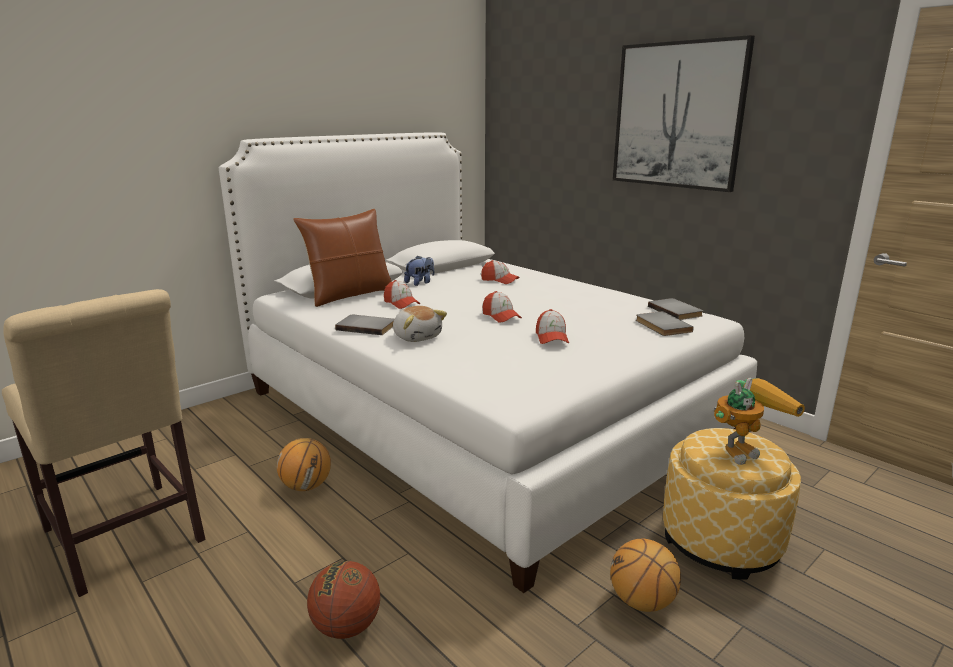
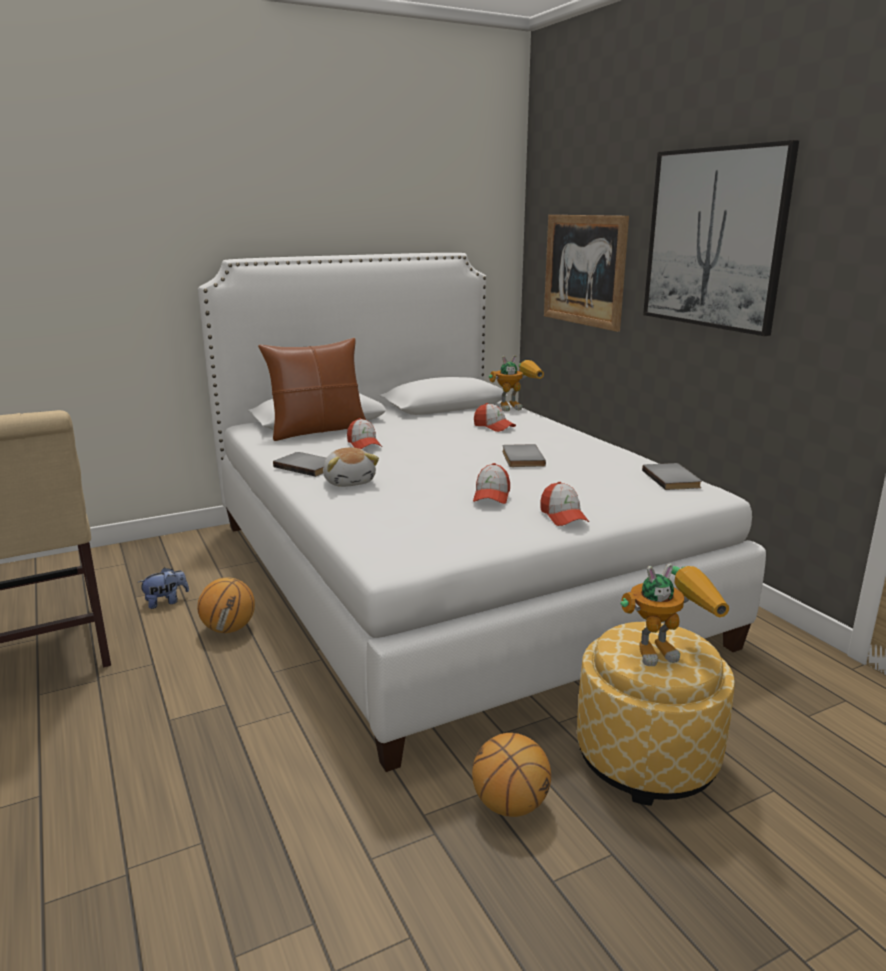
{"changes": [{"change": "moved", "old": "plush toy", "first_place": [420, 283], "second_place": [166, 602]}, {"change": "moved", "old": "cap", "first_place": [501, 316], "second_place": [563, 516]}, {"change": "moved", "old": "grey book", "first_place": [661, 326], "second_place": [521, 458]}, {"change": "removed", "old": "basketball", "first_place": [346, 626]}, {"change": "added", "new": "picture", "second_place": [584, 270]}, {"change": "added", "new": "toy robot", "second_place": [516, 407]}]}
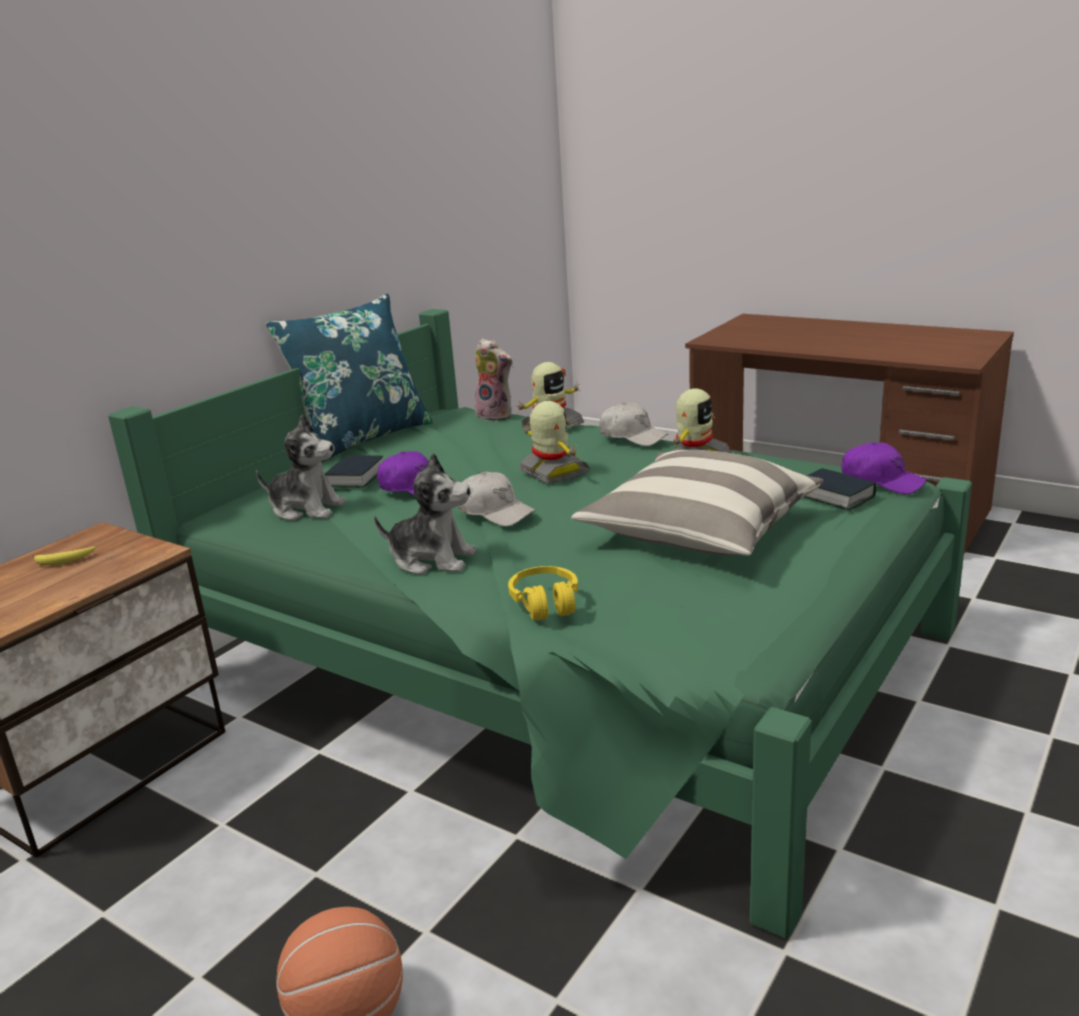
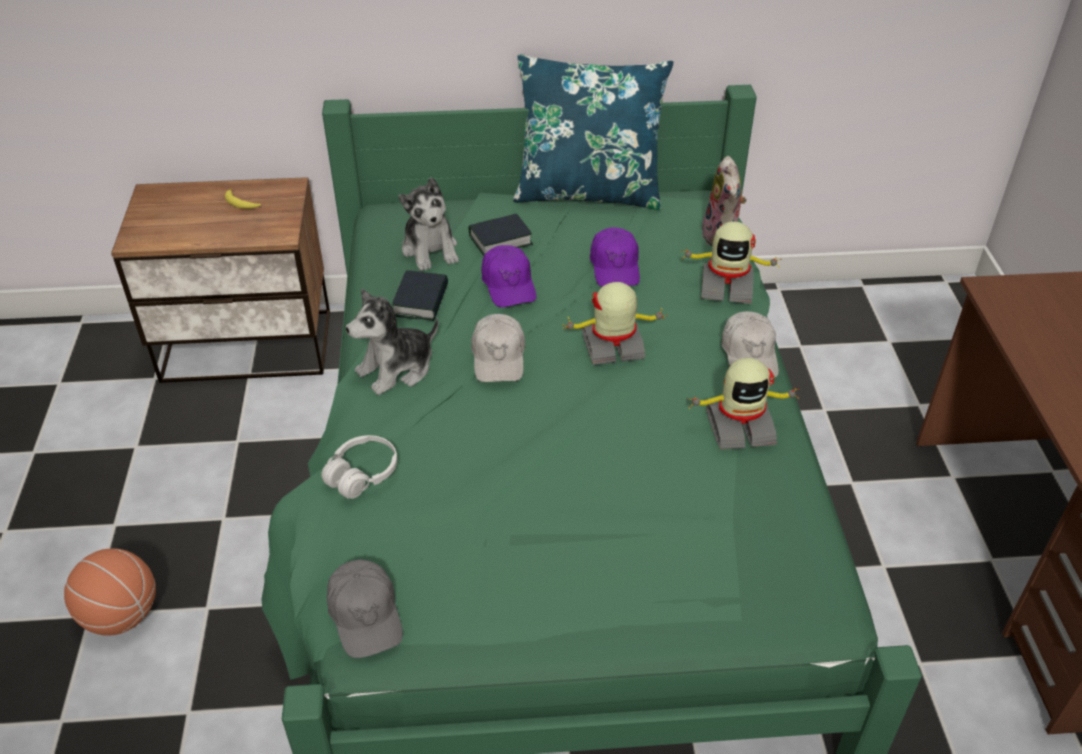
{"changes": [{"change": "turned", "old": "toy robot", "first_place": [553, 472], "second_place": [613, 347], "degrees": -120}, {"change": "moved", "old": "purple cap", "first_place": [881, 481], "second_place": [615, 266]}, {"change": "removed", "old": "pillow", "first_place": [700, 531]}, {"change": "turned", "old": "plush toy", "first_place": [432, 559], "second_place": [396, 369], "degrees": 75}, {"change": "moved", "old": "book", "first_place": [835, 496], "second_place": [421, 301]}, {"change": "recoloured", "old": "yellow headphones", "new": "white headphones", "first_place": [545, 603], "second_place": [362, 474]}, {"change": "added", "new": "grey cap", "second_place": [365, 615]}]}
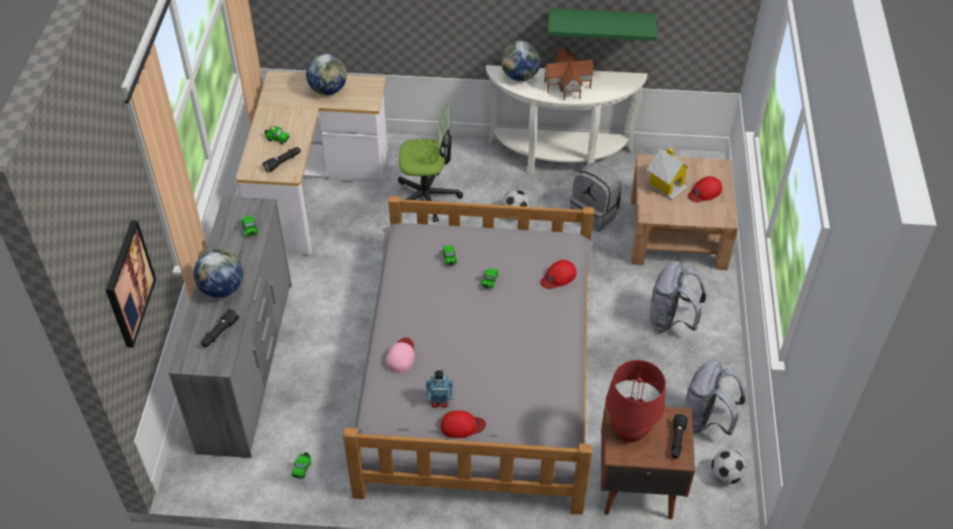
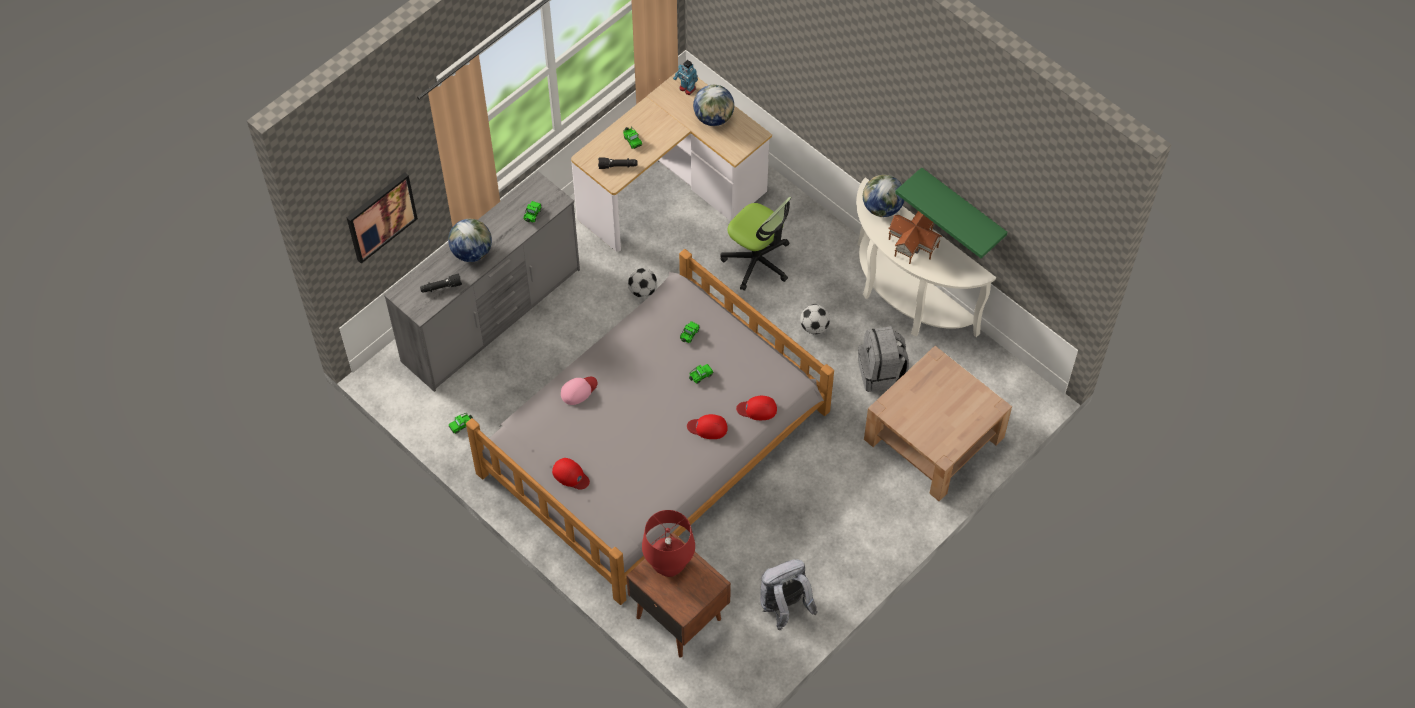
{"changes": [{"change": "removed", "old": "toy house", "first_place": [667, 185]}, {"change": "moved", "old": "red cap", "first_place": [704, 192], "second_place": [708, 428]}, {"change": "removed", "old": "grey backpack", "first_place": [671, 320]}, {"change": "moved", "old": "toy robot", "first_place": [439, 402], "second_place": [687, 88]}, {"change": "removed", "old": "black flashlight", "first_place": [677, 440]}, {"change": "moved", "old": "football", "first_place": [725, 476], "second_place": [642, 291]}]}
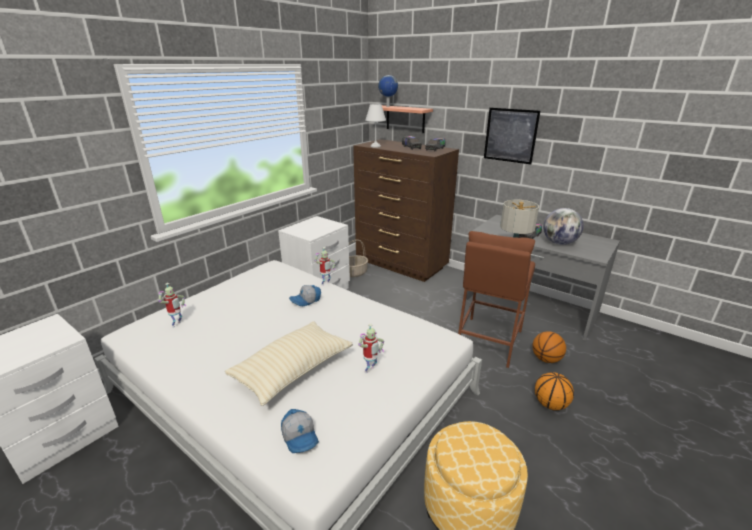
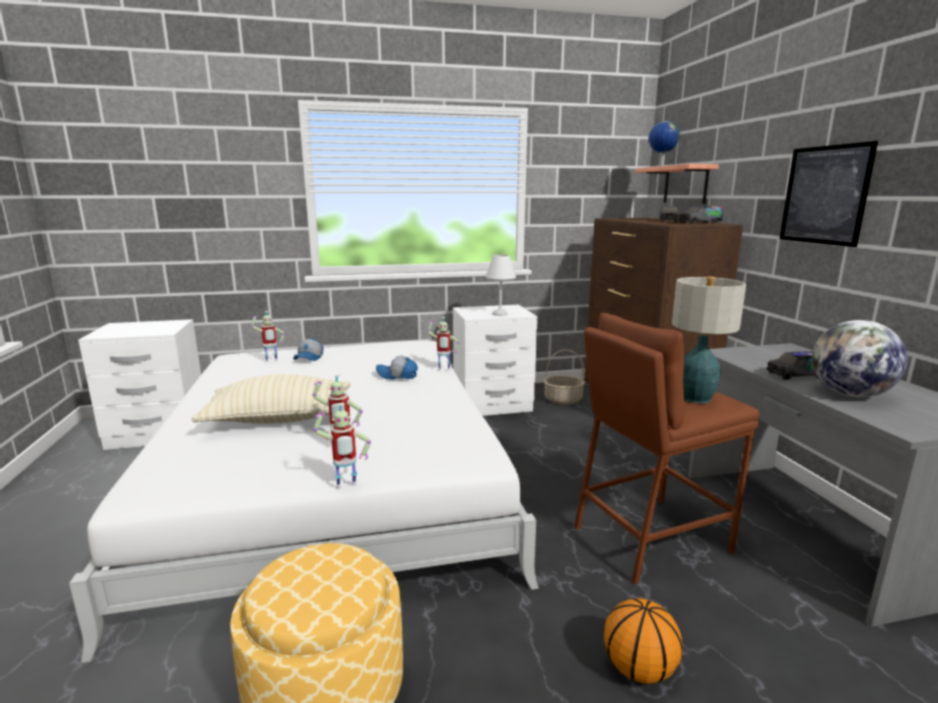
{"changes": [{"change": "moved", "old": "white table lamp", "first_place": [375, 146], "second_place": [500, 314]}, {"change": "removed", "old": "basketball", "first_place": [545, 359]}, {"change": "moved", "old": "cap", "first_place": [300, 436], "second_place": [309, 358]}, {"change": "added", "new": "toy robot", "second_place": [346, 487]}]}
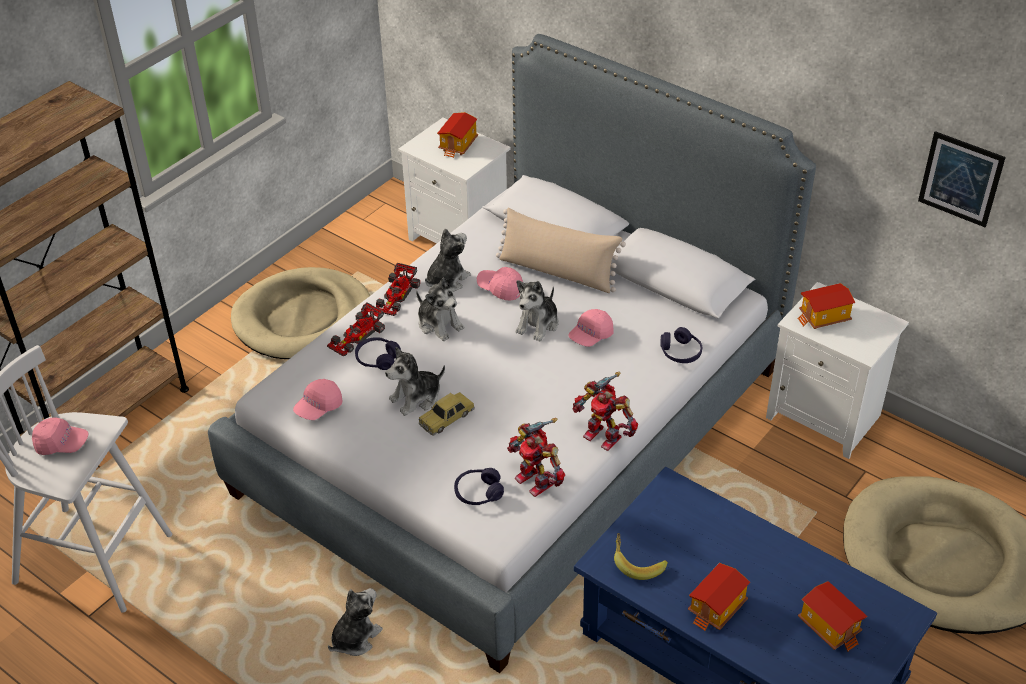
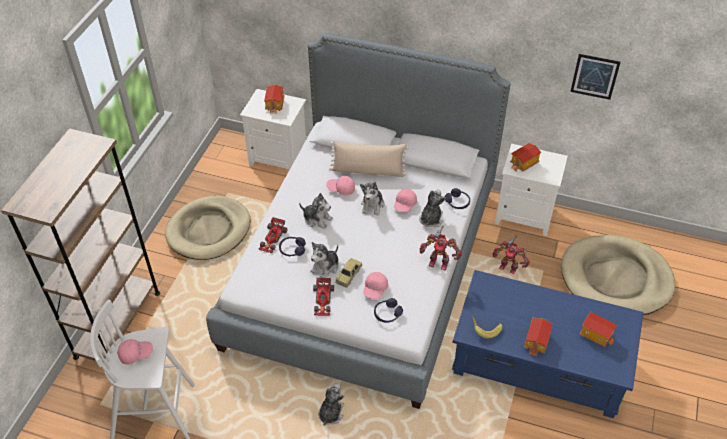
{"changes": [{"change": "moved", "old": "plush toy", "first_place": [446, 280], "second_place": [431, 219]}, {"change": "moved", "old": "toy car", "first_place": [396, 295], "second_place": [323, 300]}, {"change": "moved", "old": "pink cap", "first_place": [318, 407], "second_place": [375, 289]}, {"change": "moved", "old": "toy robot", "first_place": [536, 480], "second_place": [509, 267]}]}
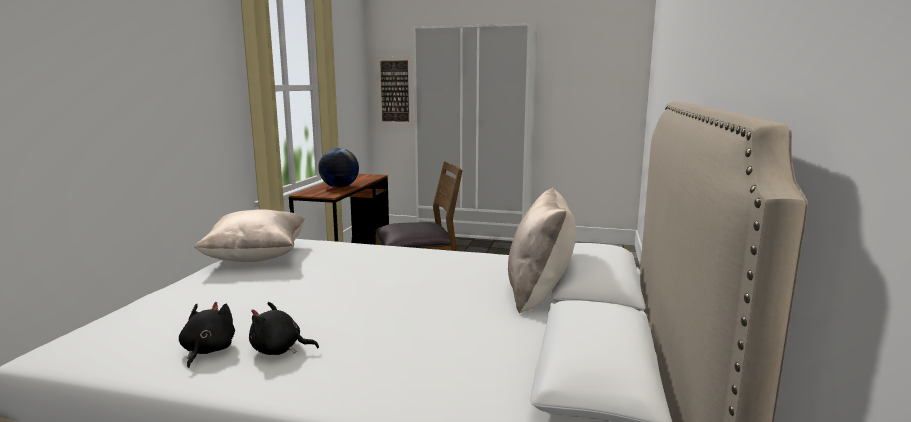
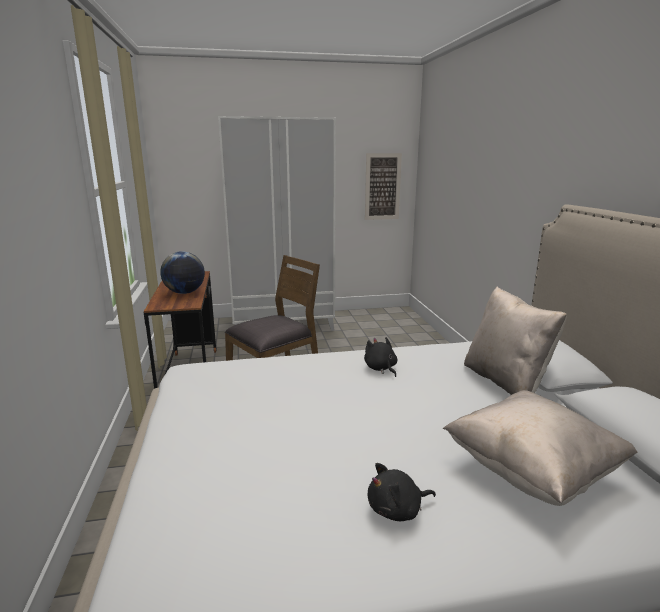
{"changes": [{"change": "moved", "old": "picture", "first_place": [395, 91], "second_place": [382, 186]}, {"change": "moved", "old": "beige pillow", "first_place": [257, 257], "second_place": [532, 471]}, {"change": "moved", "old": "black plush toy", "first_place": [207, 351], "second_place": [381, 368]}]}
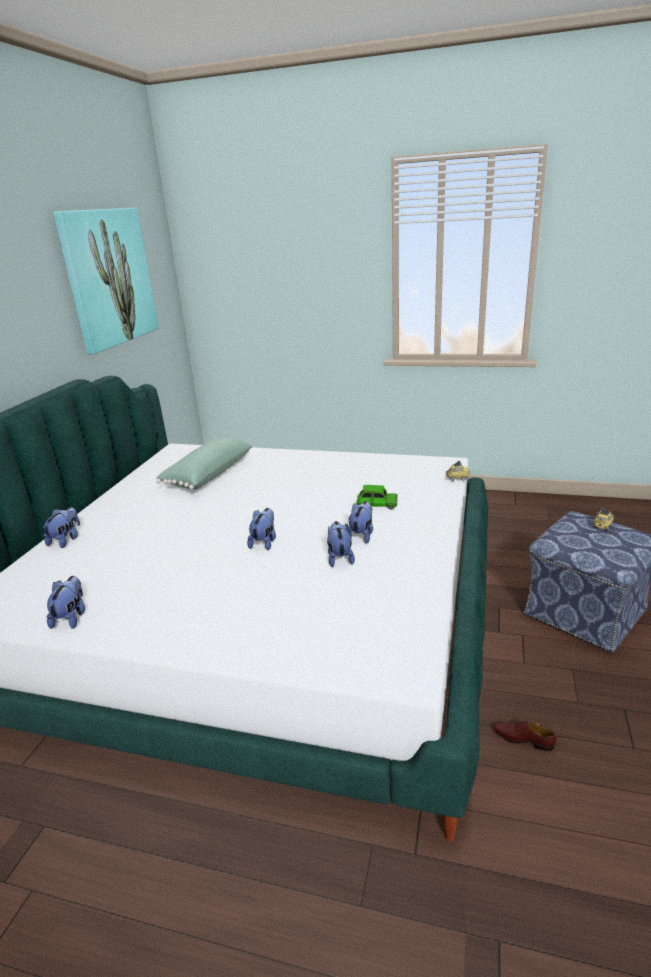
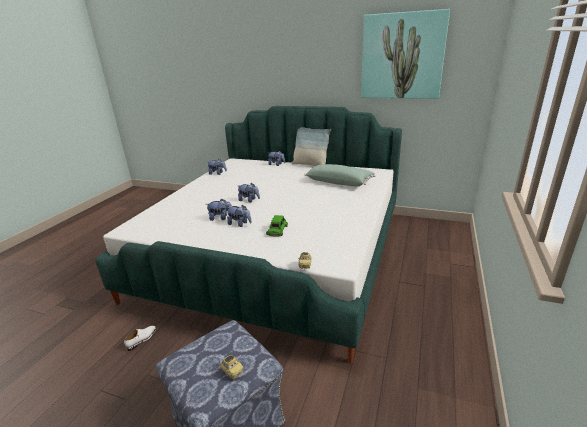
{"changes": [{"change": "recoloured", "old": "brown shoe", "new": "white shoe", "first_place": [523, 739], "second_place": [142, 339]}, {"change": "added", "new": "pillow", "second_place": [310, 165]}]}
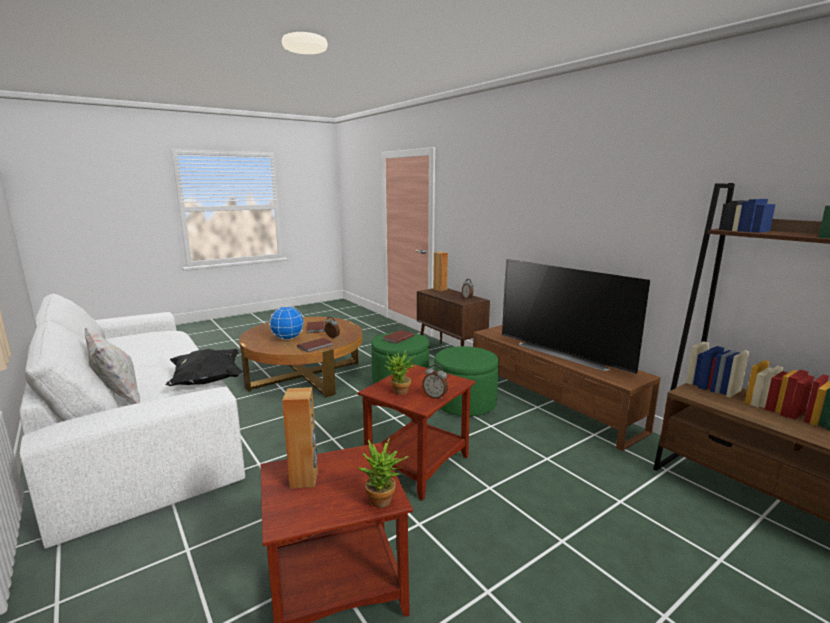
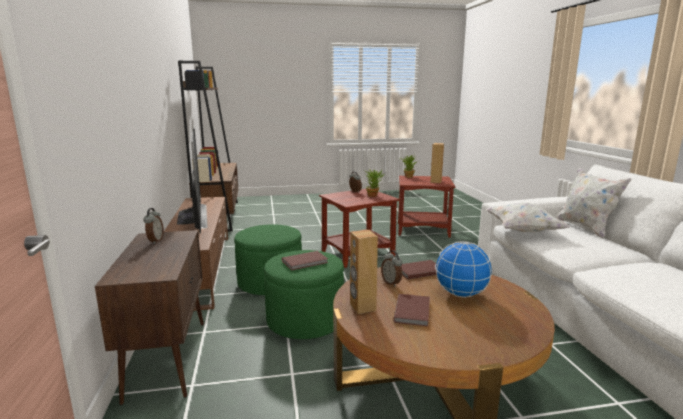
{"changes": [{"change": "moved", "old": "brown speaker", "first_place": [440, 289], "second_place": [362, 307]}, {"change": "recoloured", "old": "black pillow", "new": "white pillow", "first_place": [207, 381], "second_place": [522, 231]}]}
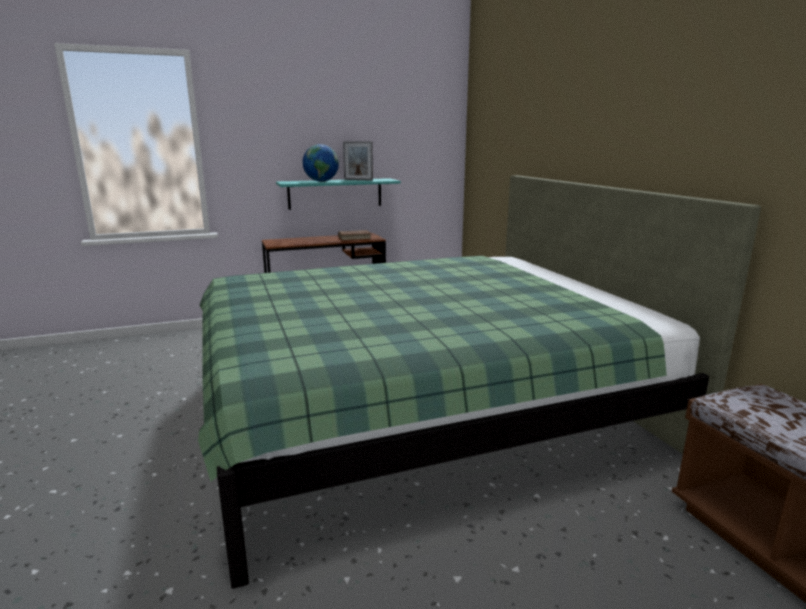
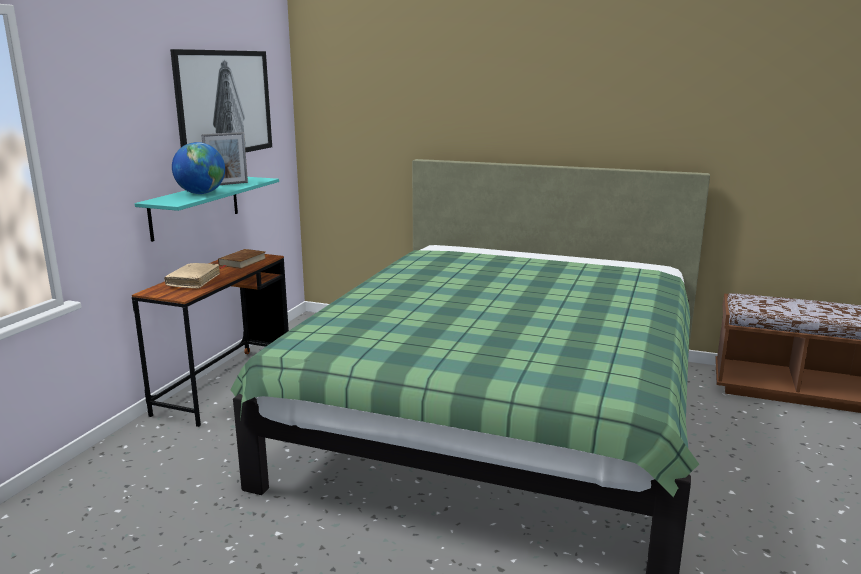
{"changes": [{"change": "added", "new": "picture", "second_place": [225, 103]}, {"change": "added", "new": "beige book", "second_place": [193, 281]}]}
